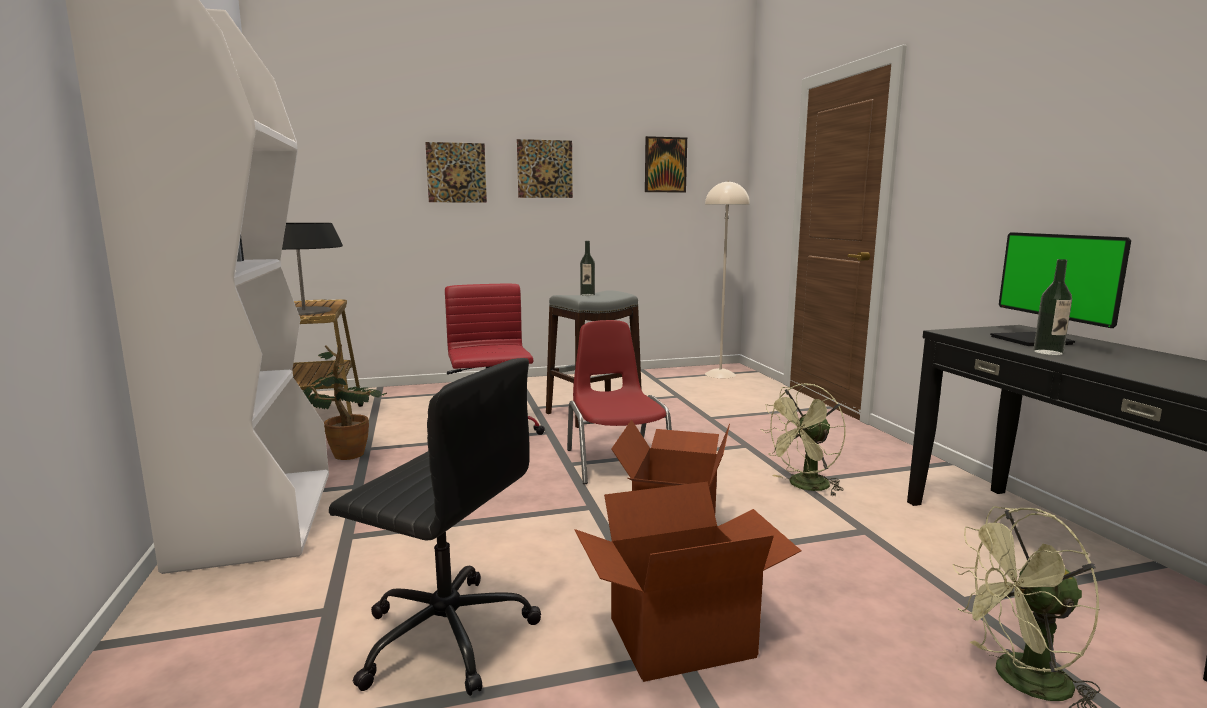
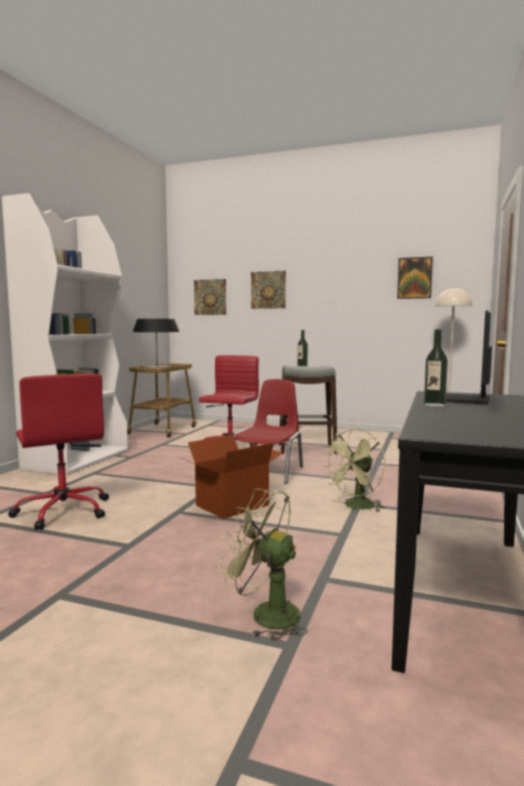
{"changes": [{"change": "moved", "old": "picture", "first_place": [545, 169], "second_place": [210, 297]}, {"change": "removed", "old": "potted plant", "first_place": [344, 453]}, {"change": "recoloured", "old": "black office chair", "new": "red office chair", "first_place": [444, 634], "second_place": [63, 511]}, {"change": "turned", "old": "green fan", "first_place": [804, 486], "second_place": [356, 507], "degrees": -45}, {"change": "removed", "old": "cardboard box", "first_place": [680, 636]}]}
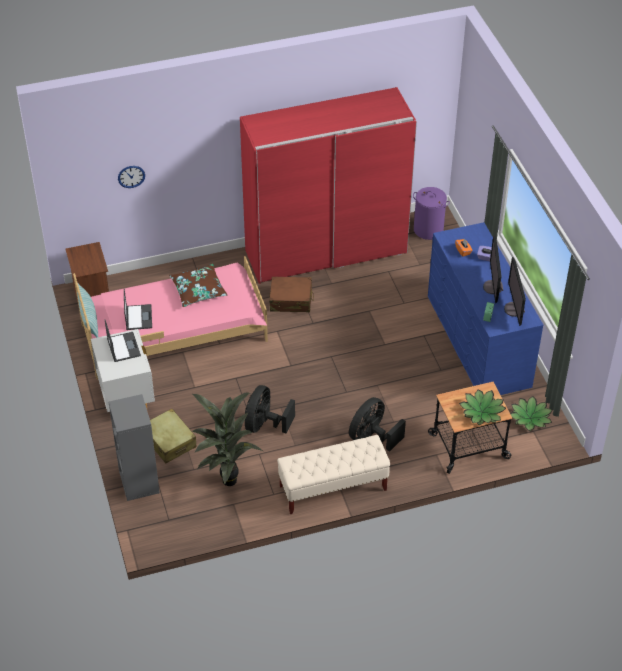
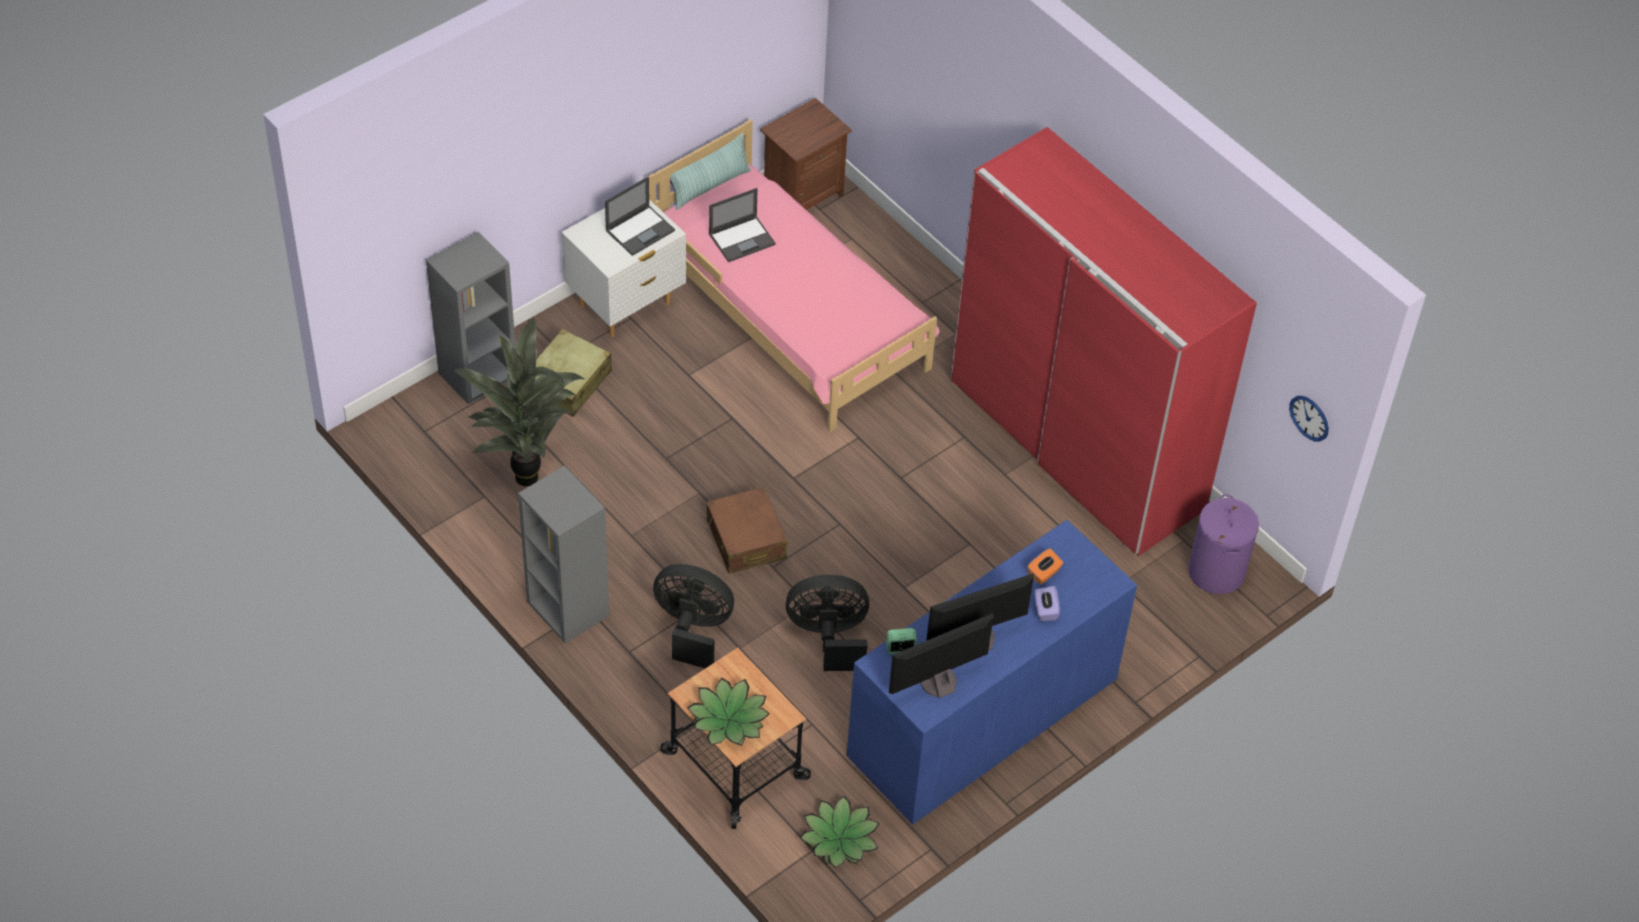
{"changes": [{"change": "moved", "old": "wall clock", "first_place": [131, 176], "second_place": [1309, 418]}, {"change": "removed", "old": "brown pillow", "first_place": [198, 290]}, {"change": "moved", "old": "brown suitcase", "first_place": [291, 300], "second_place": [746, 540]}, {"change": "moved", "old": "black fan", "first_place": [264, 424], "second_place": [829, 637]}, {"change": "replaced", "old": "beige bench", "new": "grey bookcase", "first_place": [332, 488], "second_place": [566, 608]}]}
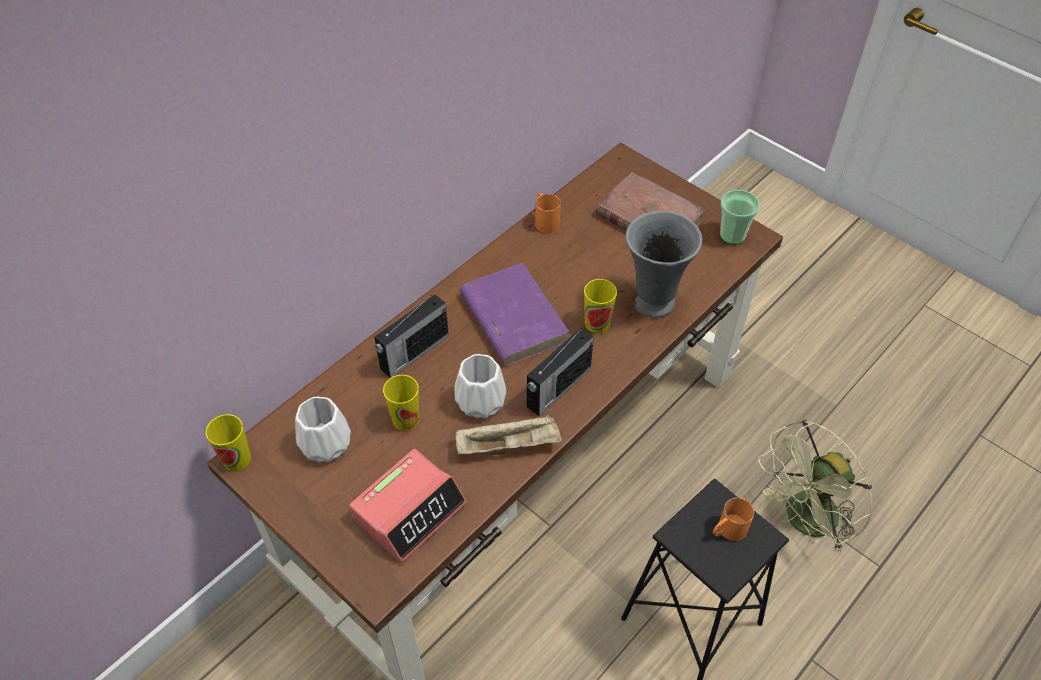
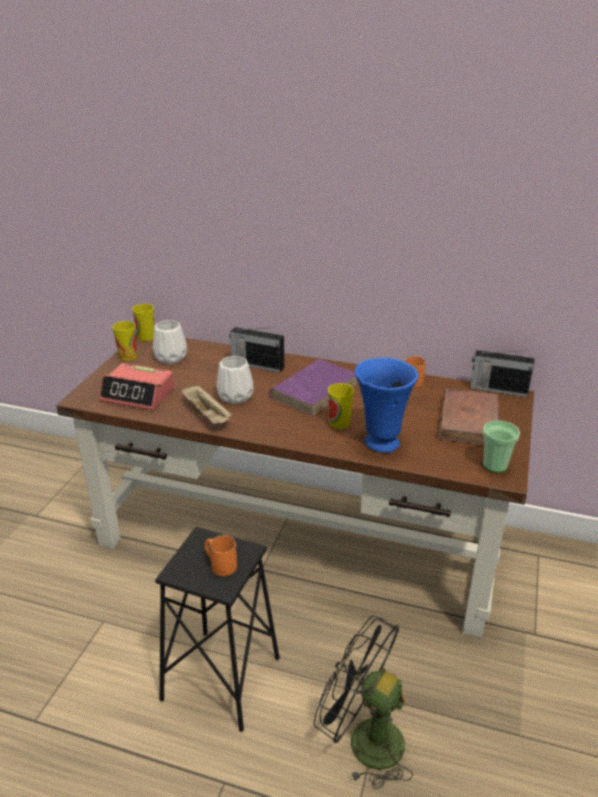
{"changes": [{"change": "recoloured", "old": "grey vase", "new": "blue vase", "first_place": [652, 303], "second_place": [380, 442]}, {"change": "moved", "old": "radio", "first_place": [557, 388], "second_place": [497, 389]}, {"change": "moved", "old": "cup", "first_place": [405, 419], "second_place": [128, 356]}, {"change": "recoloured", "old": "green fan", "new": "black fan", "first_place": [804, 522], "second_place": [364, 739]}]}
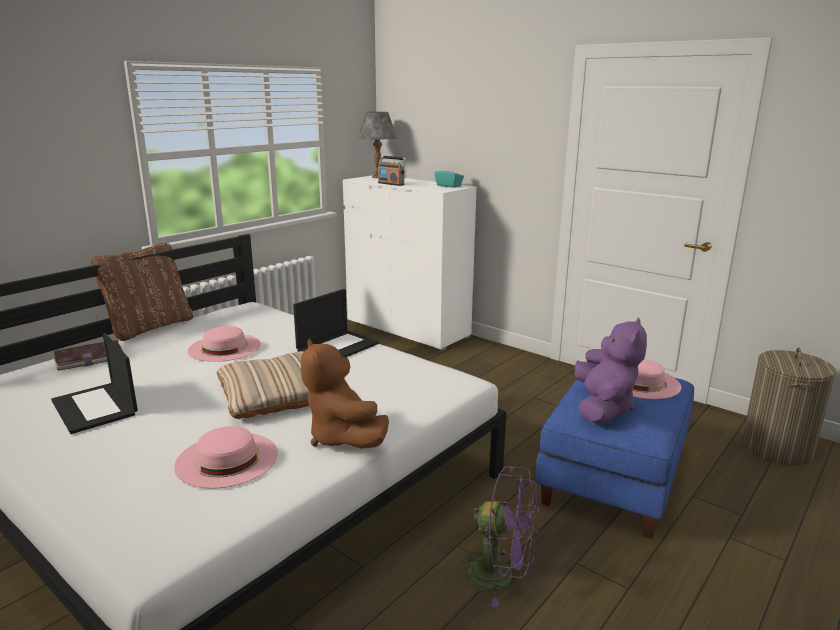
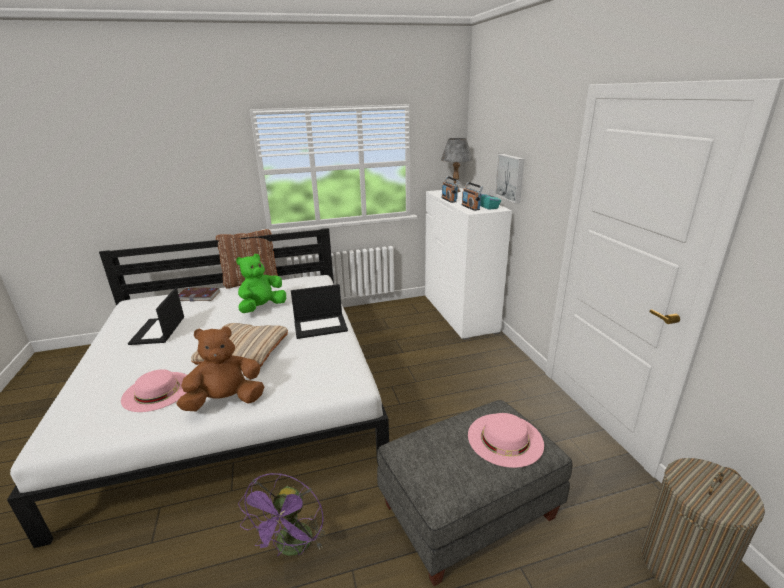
{"changes": [{"change": "removed", "old": "purple plush toy", "first_place": [603, 408]}, {"change": "replaced", "old": "pink hat", "new": "green plush toy", "first_place": [224, 347], "second_place": [262, 307]}, {"change": "turned", "old": "brown plush toy", "first_place": [343, 438], "second_place": [226, 401], "degrees": 60}, {"change": "recoloured", "old": "blue ottoman", "new": "grey ottoman", "first_place": [614, 479], "second_place": [468, 512]}, {"change": "turned", "old": "purple fan", "first_place": [501, 576], "second_place": [292, 548], "degrees": 45}, {"change": "added", "new": "picture", "second_place": [511, 177]}, {"change": "added", "new": "radio", "second_place": [470, 207]}]}
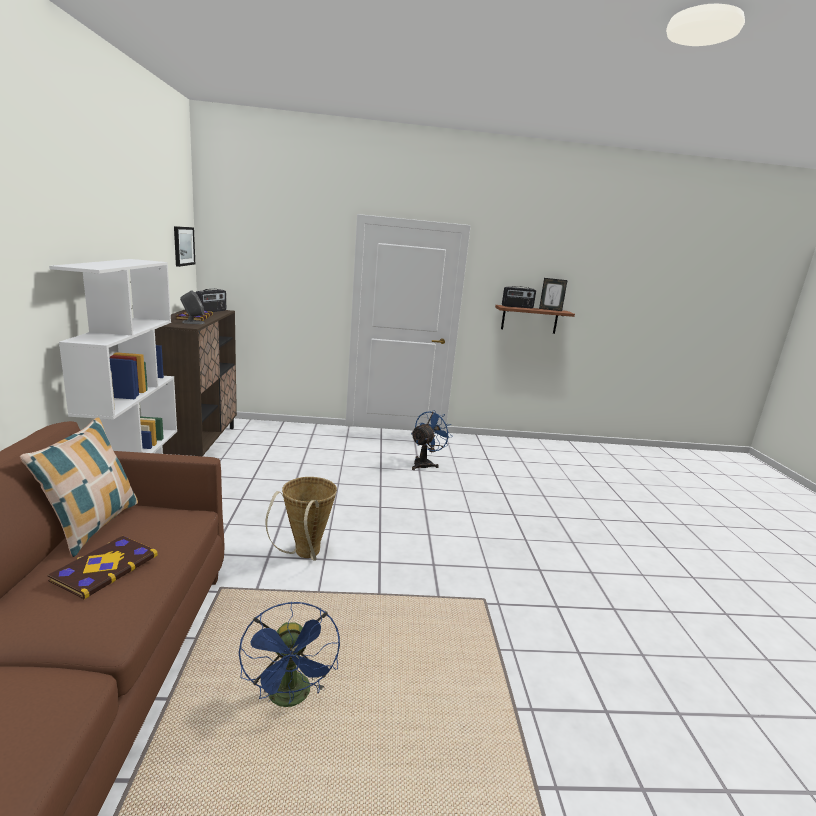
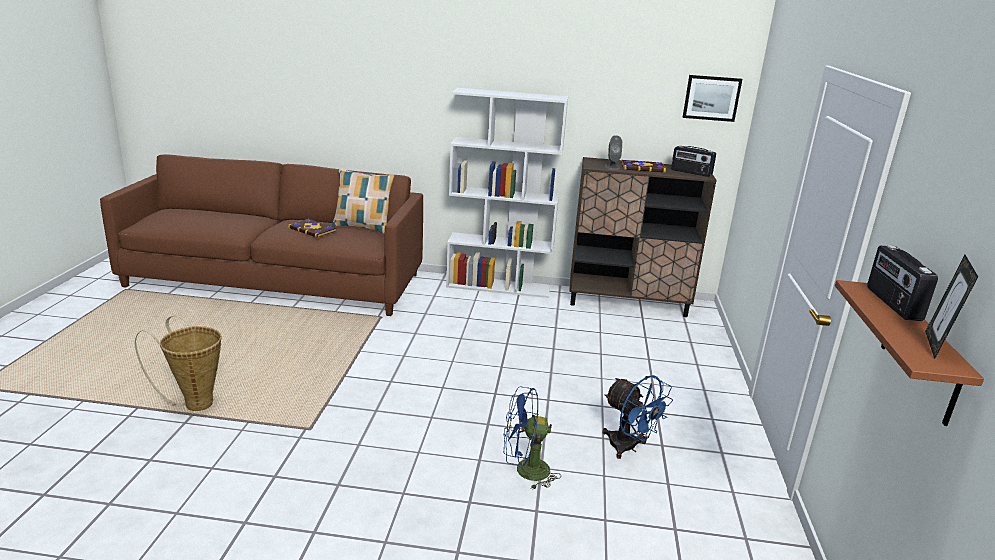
{"changes": [{"change": "moved", "old": "basket", "first_place": [304, 555], "second_place": [194, 403]}, {"change": "moved", "old": "blue fan", "first_place": [291, 698], "second_place": [525, 471]}]}
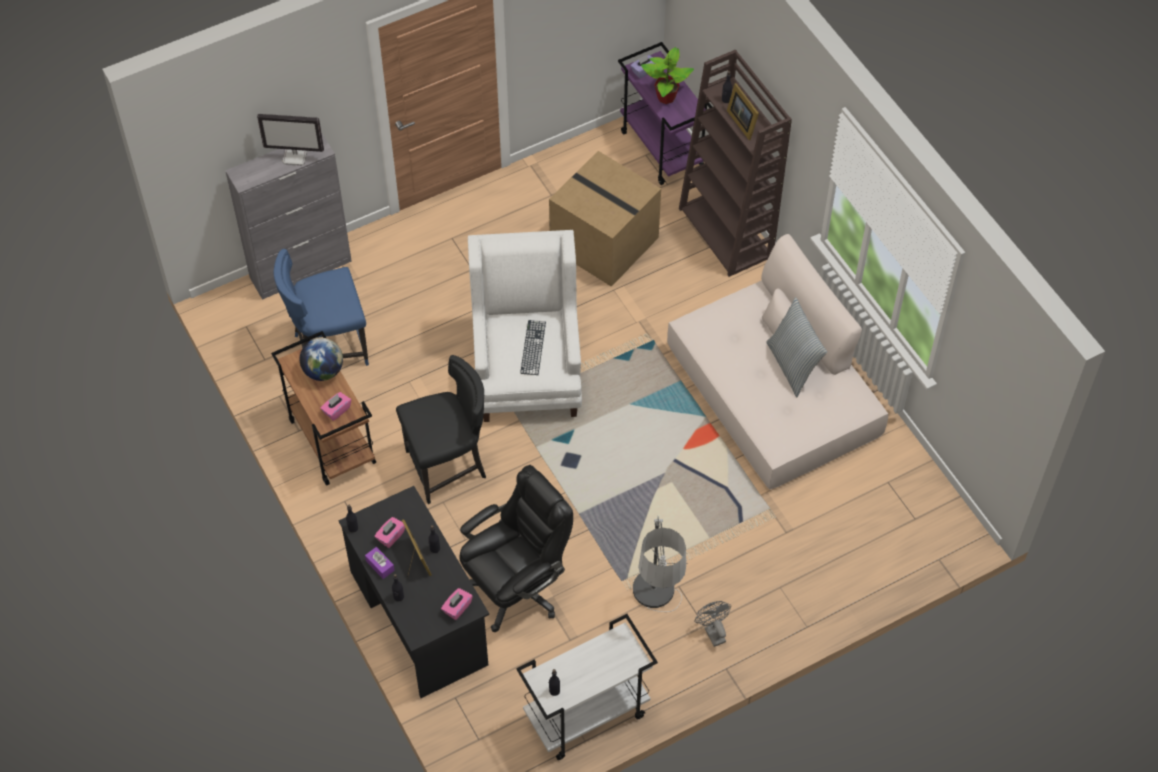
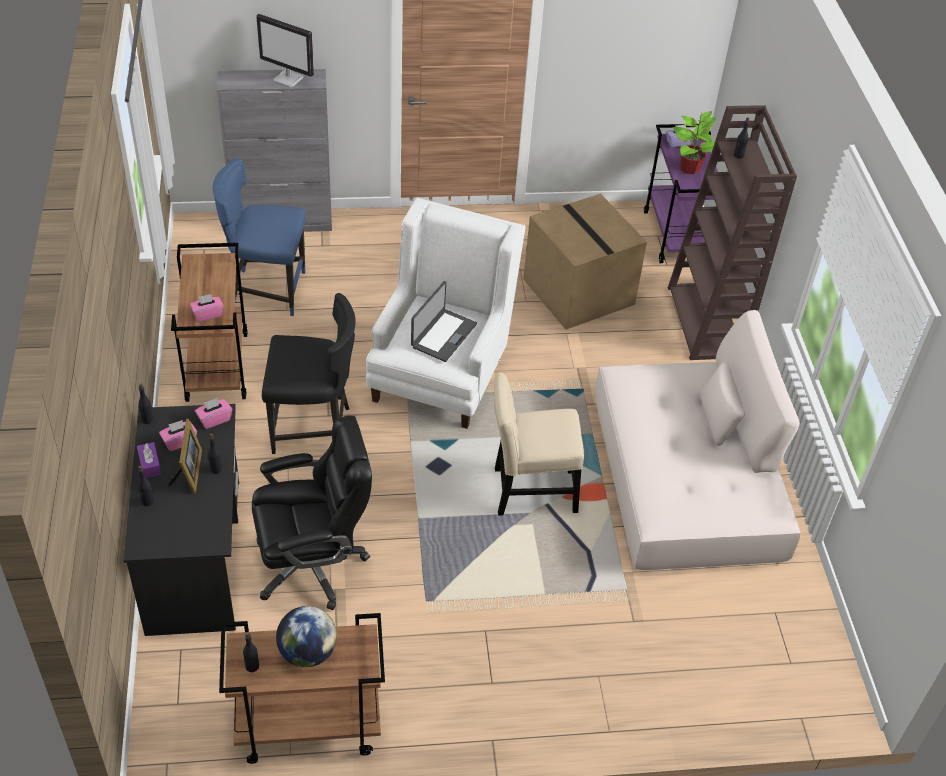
{"changes": [{"change": "removed", "old": "picture frame", "first_place": [742, 122]}, {"change": "removed", "old": "pillow", "first_place": [793, 366]}, {"change": "replaced", "old": "keyboard", "new": "laptop", "first_place": [533, 347], "second_place": [443, 335]}, {"change": "moved", "old": "globe", "first_place": [323, 371], "second_place": [307, 652]}, {"change": "removed", "old": "floor lamp", "first_place": [656, 621]}, {"change": "moved", "old": "pink tissue box", "first_place": [457, 608], "second_place": [214, 419]}, {"change": "removed", "old": "grey fan", "first_place": [712, 632]}, {"change": "recoloured", "old": "white cart", "new": "brown cart", "first_place": [586, 716], "second_place": [307, 727]}, {"change": "added", "new": "beige chair", "second_place": [529, 491]}]}
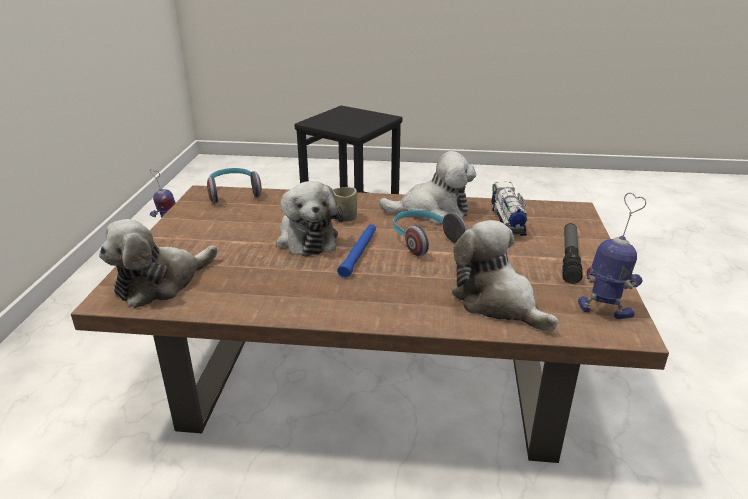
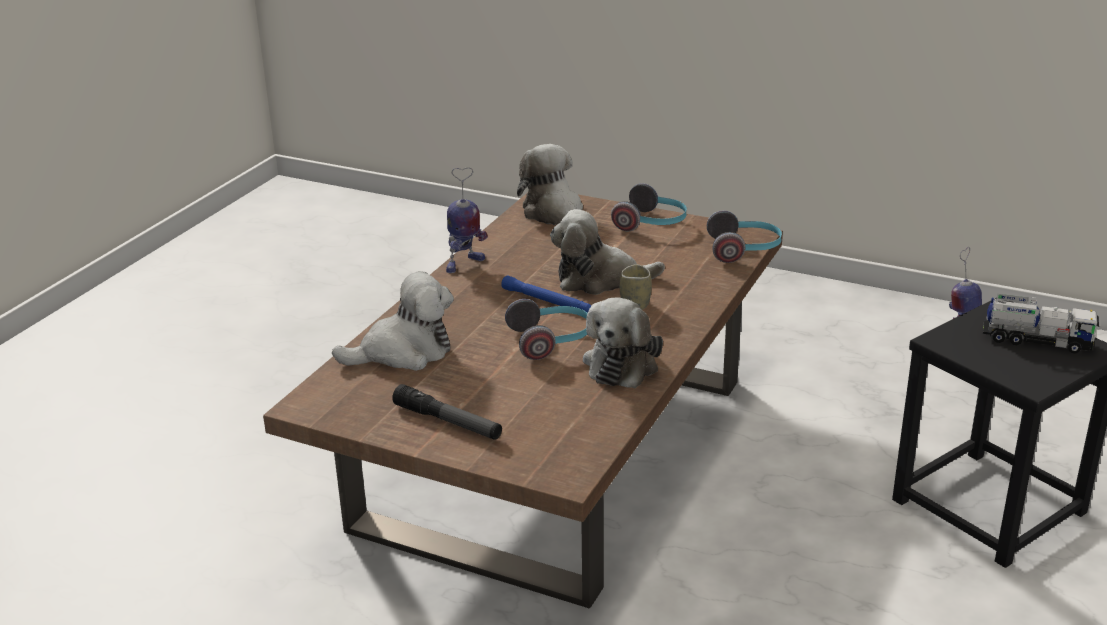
{"changes": [{"change": "moved", "old": "toy truck", "first_place": [507, 221], "second_place": [1036, 341]}, {"change": "moved", "old": "toy robot", "first_place": [605, 310], "second_place": [464, 264]}, {"change": "added", "new": "headphones", "second_place": [652, 224]}]}
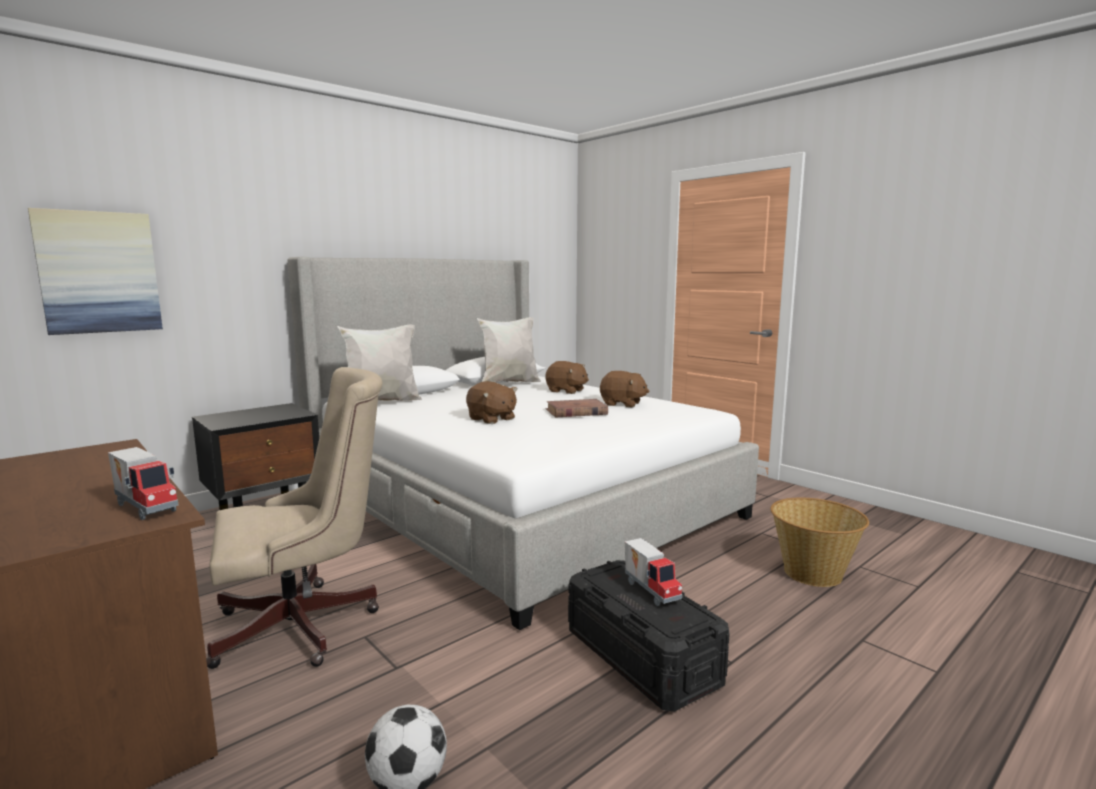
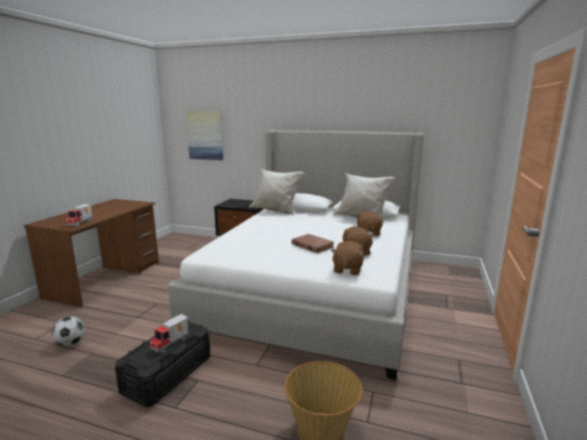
{"changes": [{"change": "removed", "old": "beige office chair", "first_place": [306, 625]}, {"change": "moved", "old": "brown plush toy", "first_place": [491, 419], "second_place": [347, 269]}]}
